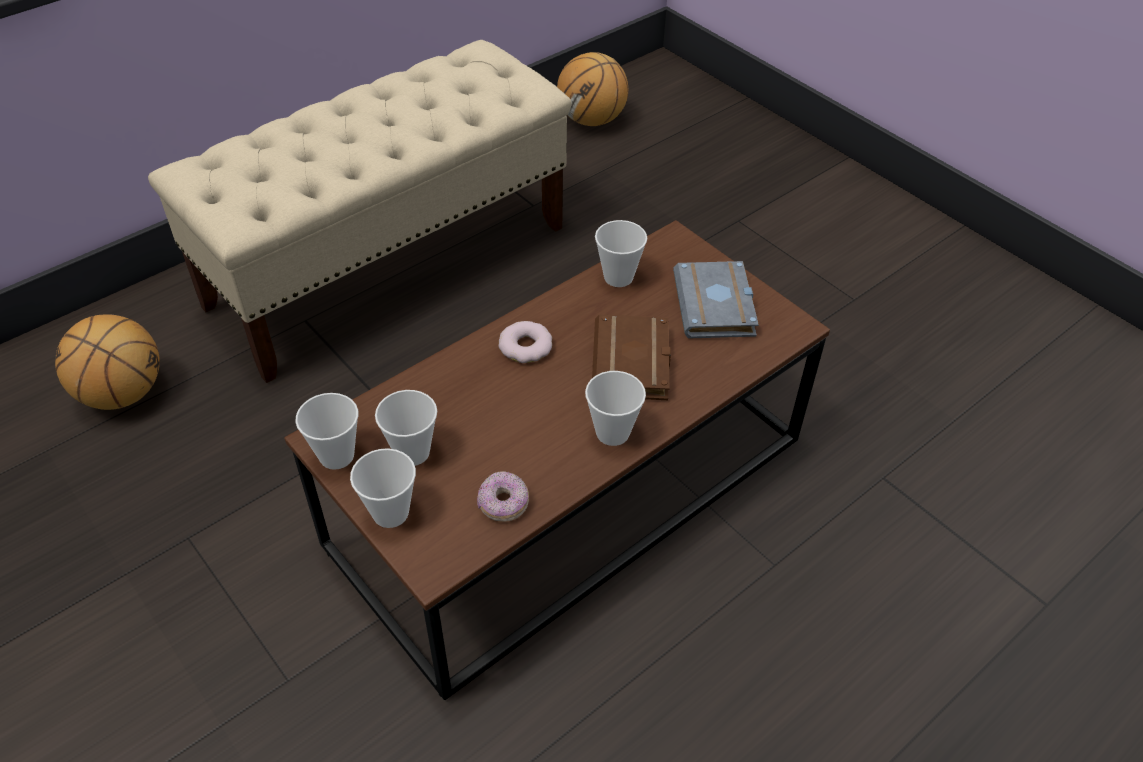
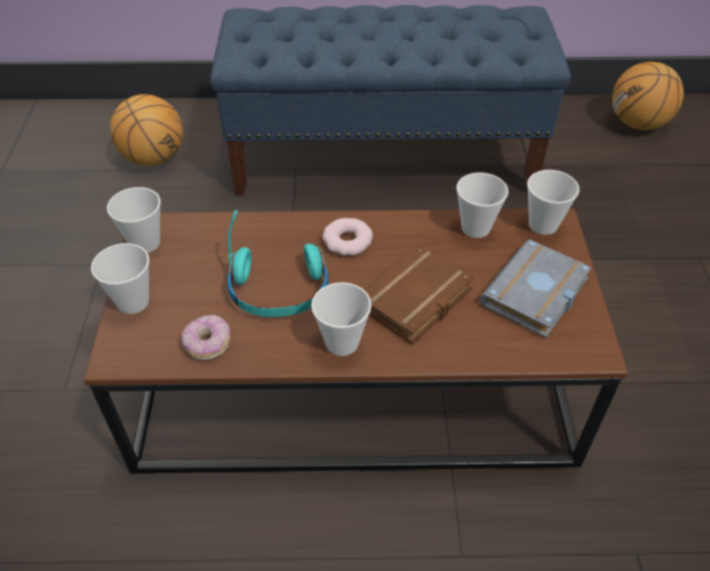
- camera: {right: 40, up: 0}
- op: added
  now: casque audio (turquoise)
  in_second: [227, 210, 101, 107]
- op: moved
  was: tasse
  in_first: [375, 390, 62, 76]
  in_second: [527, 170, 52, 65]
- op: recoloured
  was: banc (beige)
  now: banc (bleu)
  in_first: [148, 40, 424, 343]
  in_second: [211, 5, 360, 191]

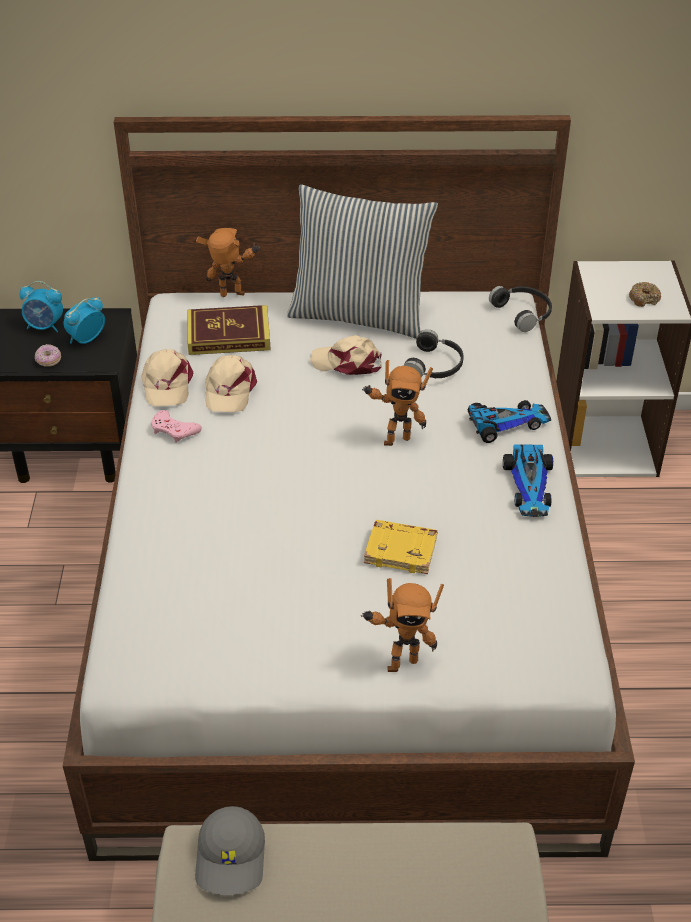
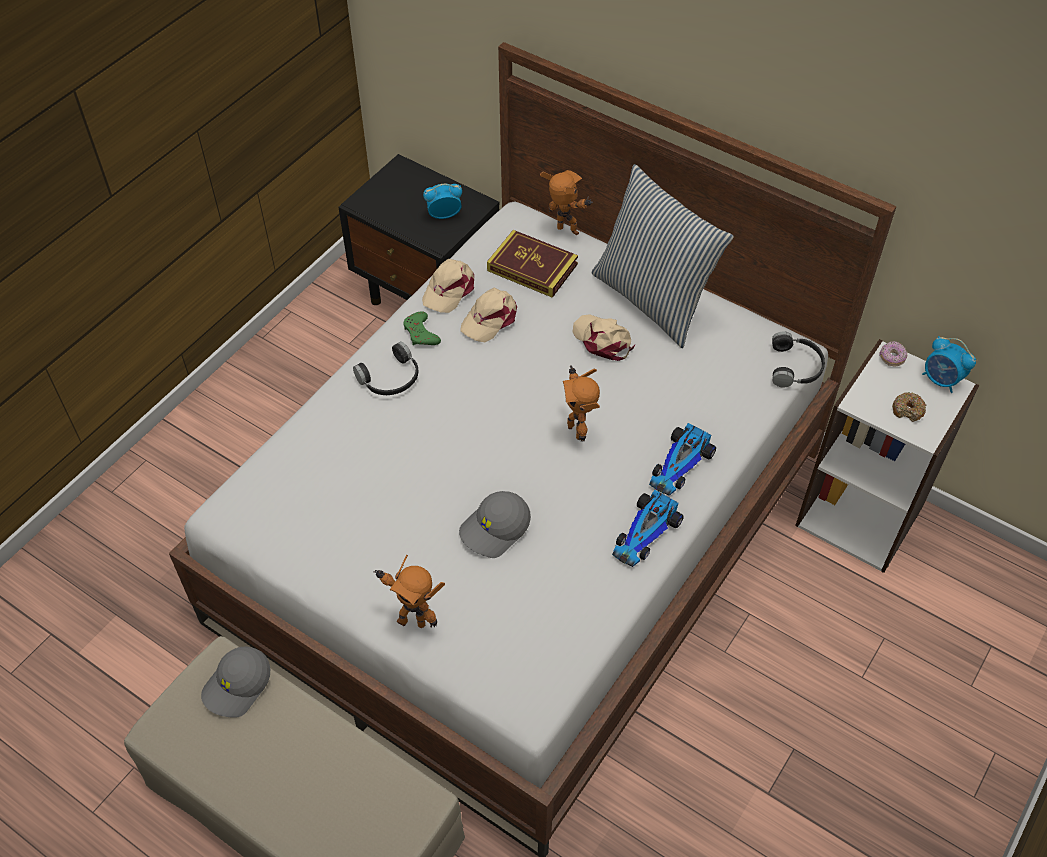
- camera: {right: 35, up: 10}
- op: moved
  was: réveil
  in_first: [20, 281, 43, 51]
  in_second: [922, 336, 54, 57]
- op: moved
  was: beignet
  in_first: [35, 344, 26, 23]
  in_second: [879, 341, 28, 25]
- op: moved
  was: casque audio (noir)
  in_first: [404, 329, 60, 49]
  in_second: [353, 341, 65, 54]
- op: replaced
  was: livre (jaune)
  now: casquette (gris)
  in_first: [364, 520, 74, 54]
  in_second: [459, 491, 72, 67]
- op: recoloured
  was: manette (rose)
  now: manette (vert)
  in_first: [151, 410, 51, 33]
  in_second: [403, 311, 38, 34]
- op: turned
  was: robot jouet
  in_first: [362, 360, 71, 86]
  in_second: [563, 365, 37, 77]
  clockwise: 45
- op: turned
  was: petite voiture
  in_first: [468, 400, 83, 43]
  in_second: [649, 423, 67, 72]
  clockwise: 105

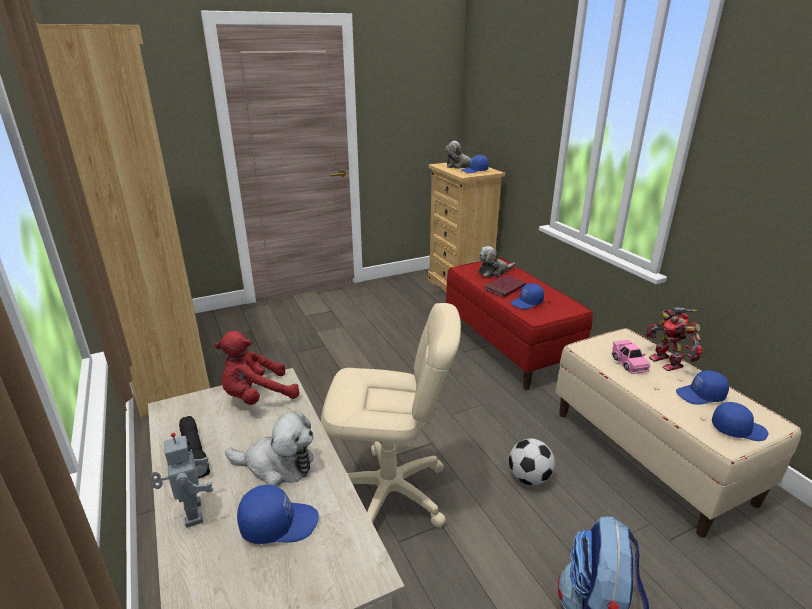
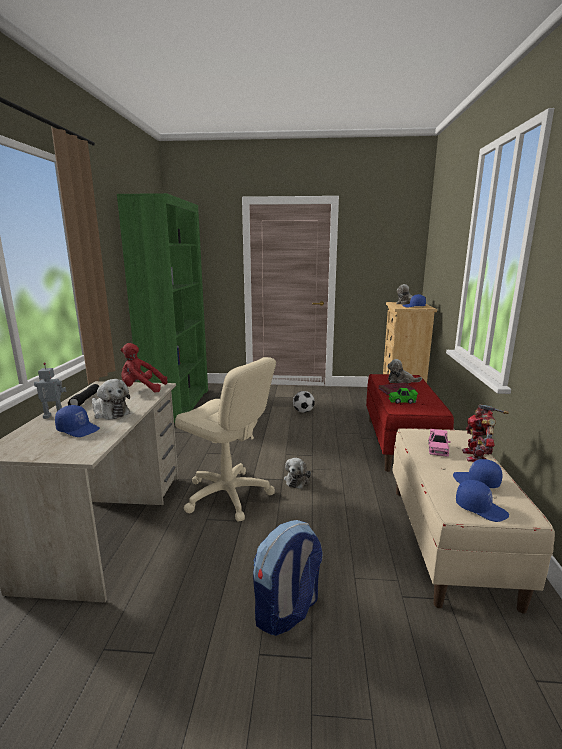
- camera: {right: 30, up: -10}
- op: added
  now: peluche
  in_second: [284, 458, 27, 31]
- op: moved
  was: ballon de foot
  in_first: [509, 438, 46, 47]
  in_second: [293, 391, 22, 22]
- op: replaced
  was: casquette (bleu)
  now: petite voiture (vert)
  in_first: [511, 283, 33, 26]
  in_second: [389, 388, 29, 16]
- op: recoloured
  was: bibliothèque (marron)
  now: bibliothèque (vert)
  in_first: [36, 24, 174, 393]
  in_second: [117, 193, 91, 230]
- op: turned
  was: robot jouet
  in_first: [150, 433, 64, 95]
  in_second: [34, 363, 32, 56]
  clockwise: -105

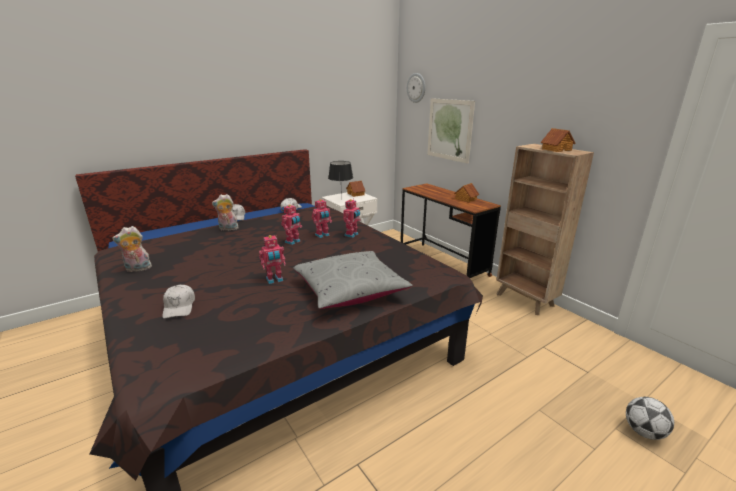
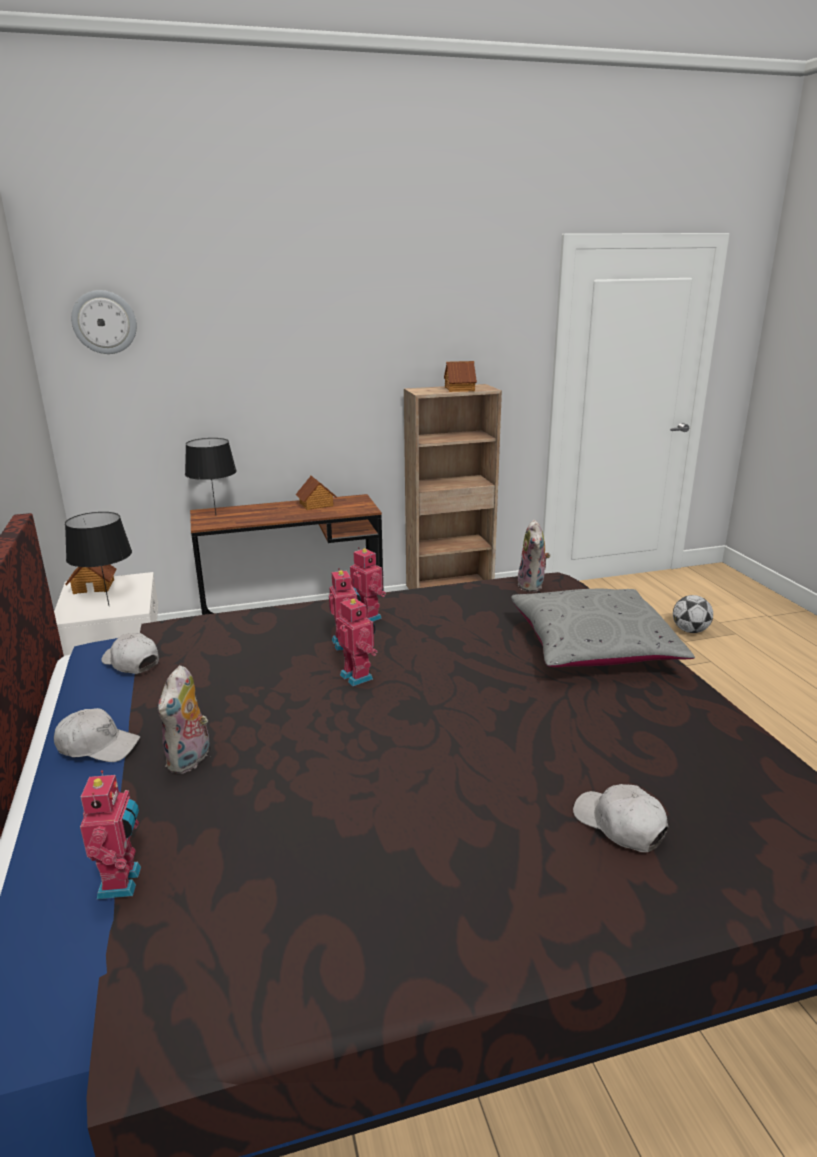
- camera: {right: -70, up: 0}
- op: removed
  was: tableau
  in_first: [427, 98, 48, 66]
- op: added
  now: lampe de table (noir)
  in_second: [185, 438, 52, 76]
- op: moved
  was: peluche
  in_first: [112, 226, 40, 46]
  in_second: [518, 519, 32, 73]
- op: moved
  was: robot jouet
  in_first: [259, 235, 27, 49]
  in_second: [80, 770, 61, 129]
- op: turned
  was: casquette (blanc)
  in_first: [162, 285, 33, 34]
  in_second: [573, 784, 96, 68]
  clockwise: -135

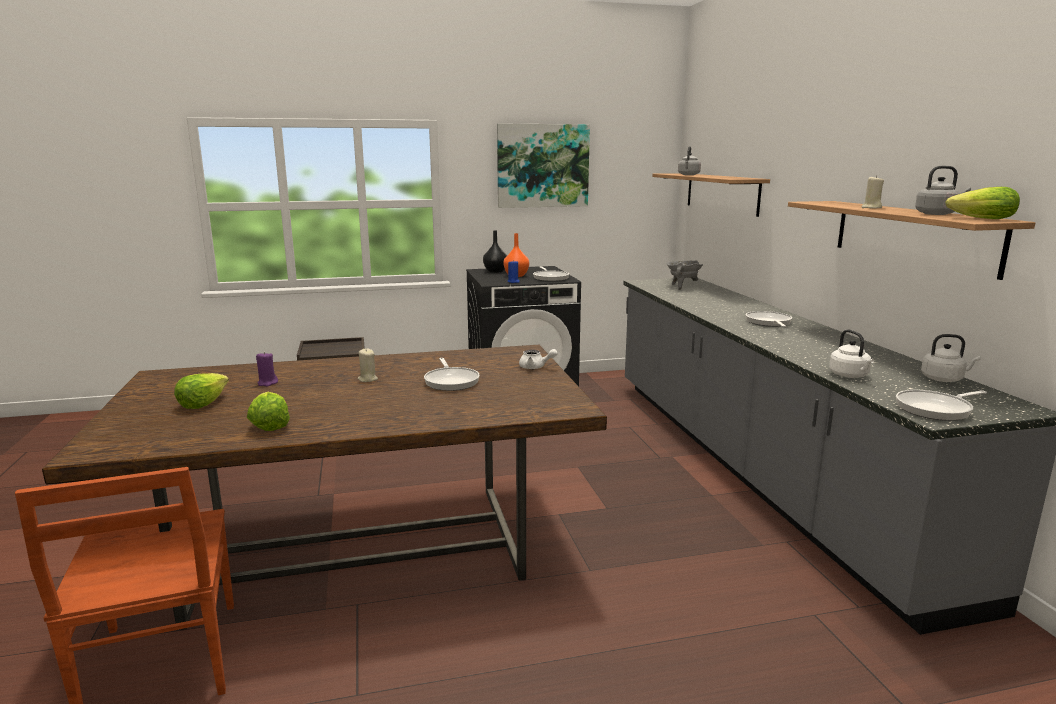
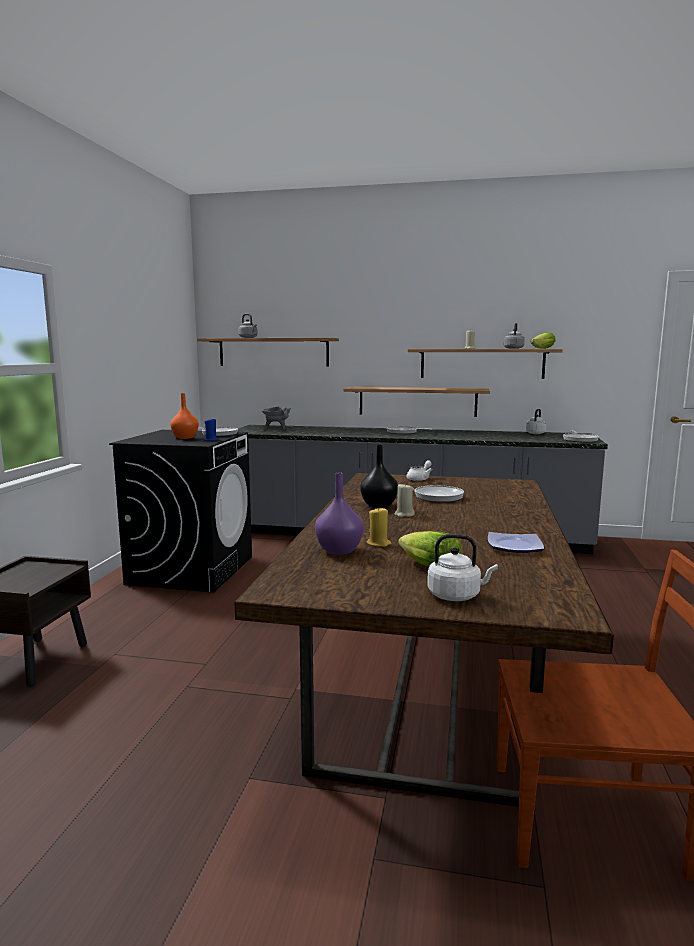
- camera: {right: -65, up: -5}
- op: removed
  was: tableau
  in_first: [497, 123, 93, 85]
- op: added
  now: vase (violet)
  in_second: [315, 473, 49, 82]
- op: added
  now: étagère
  in_second: [343, 387, 147, 30]
- op: moved
  was: vase (noir)
  in_first: [483, 230, 24, 43]
  in_second: [360, 445, 38, 63]
- op: moved
  was: bouilloire (blanc)
  in_first: [829, 329, 45, 49]
  in_second: [427, 534, 71, 67]
- op: replaced
  was: laitue
  now: assiette
  in_first: [247, 392, 43, 39]
  in_second: [488, 532, 56, 21]
- op: recoloured
  was: bougie (violet)
  now: bougie (jaune)
  in_first: [256, 352, 22, 34]
  in_second: [367, 508, 24, 39]

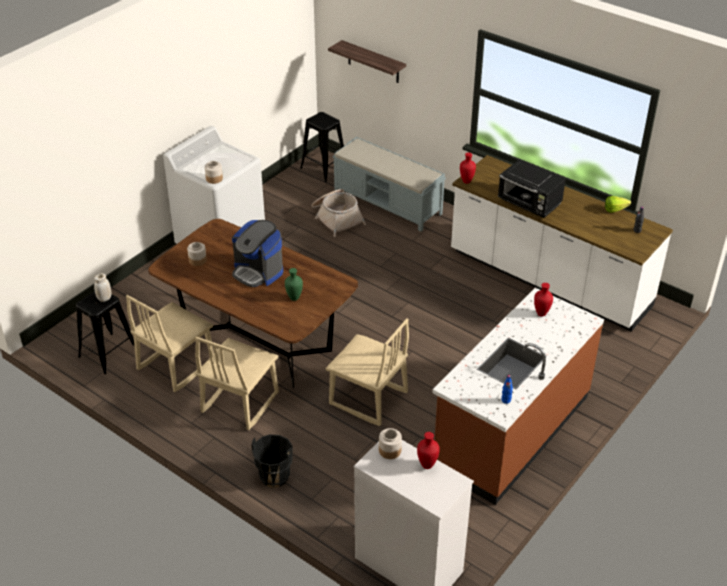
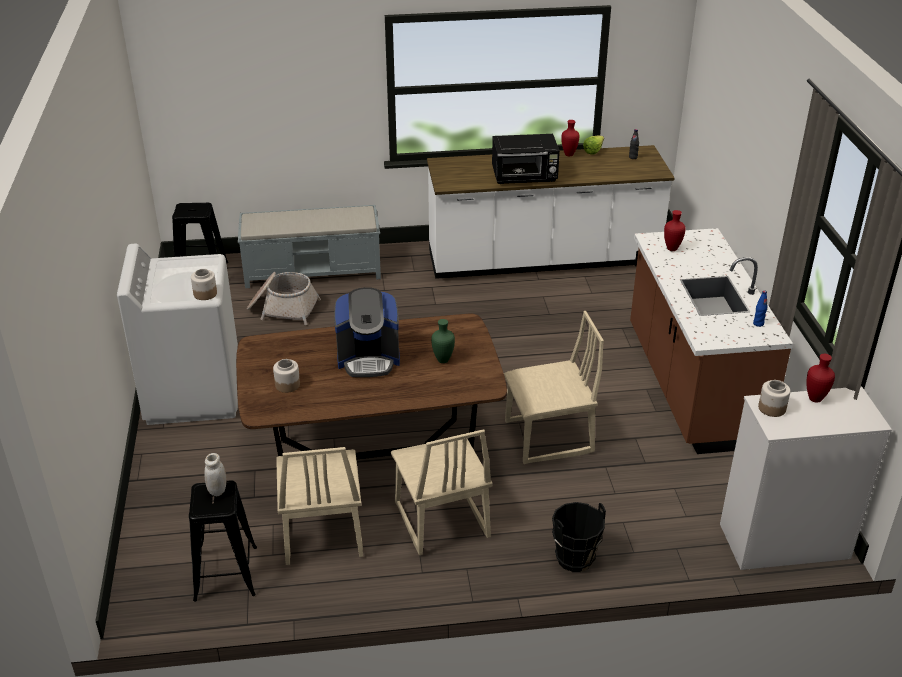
- camera: {right: -45, up: -5}
- op: removed
  was: étagère
  in_first: [328, 40, 78, 43]
- op: moved
  was: vase (rouge)
  in_first: [460, 153, 16, 31]
  in_second: [561, 120, 18, 36]

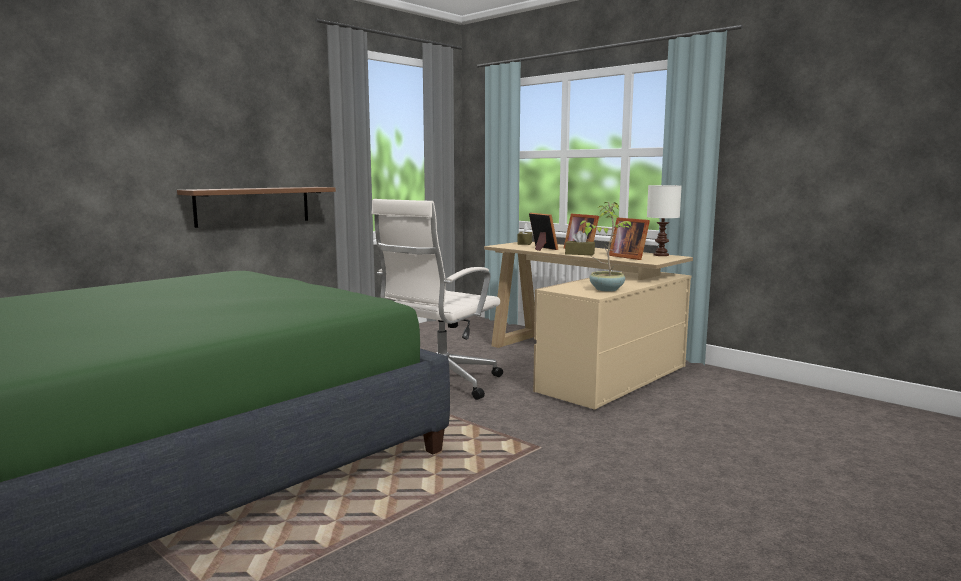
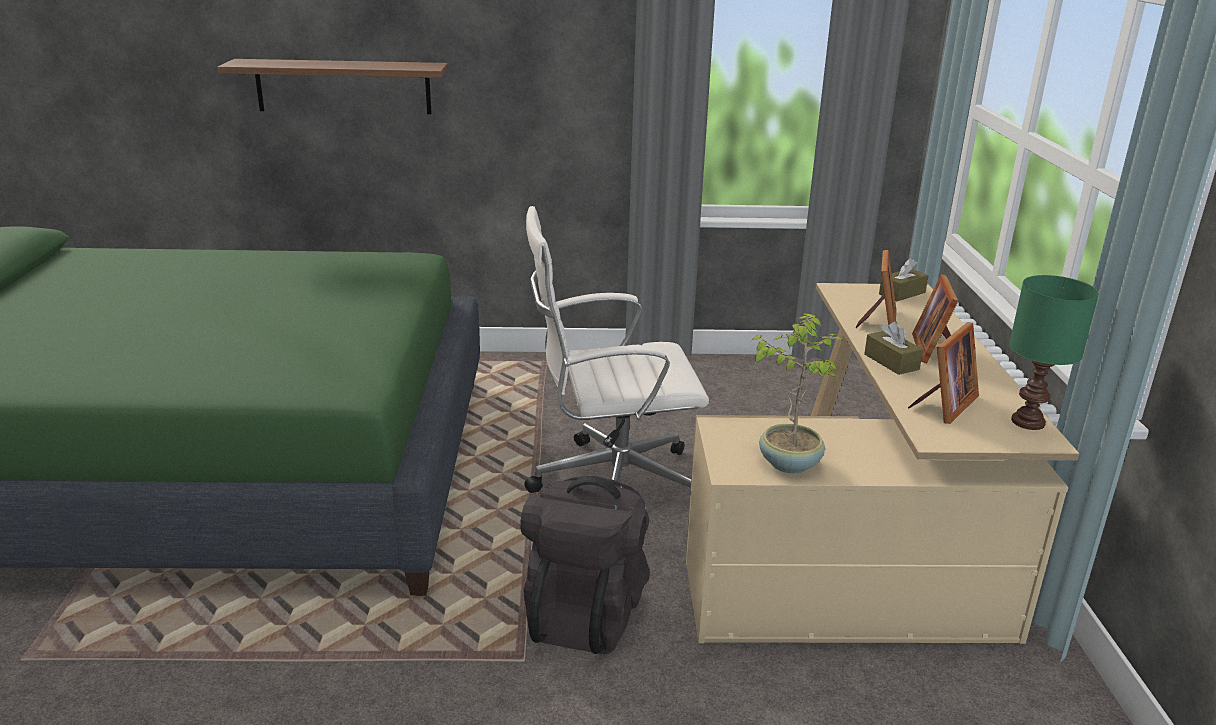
- camera: {right: 45, up: 15}
- op: added
  now: sac à dos (noir)
  in_second: [520, 476, 130, 178]
- op: moved
  was: étagère
  in_first: [177, 187, 159, 41]
  in_second: [217, 59, 231, 55]
- op: recoloured
  was: lampe de table (blanc)
  now: lampe de table (vert)
  in_first: [647, 185, 35, 71]
  in_second: [1009, 275, 90, 155]
- op: turned
  was: cadre photo
  in_first: [609, 217, 41, 43]
  in_second: [908, 323, 71, 101]
  clockwise: -150

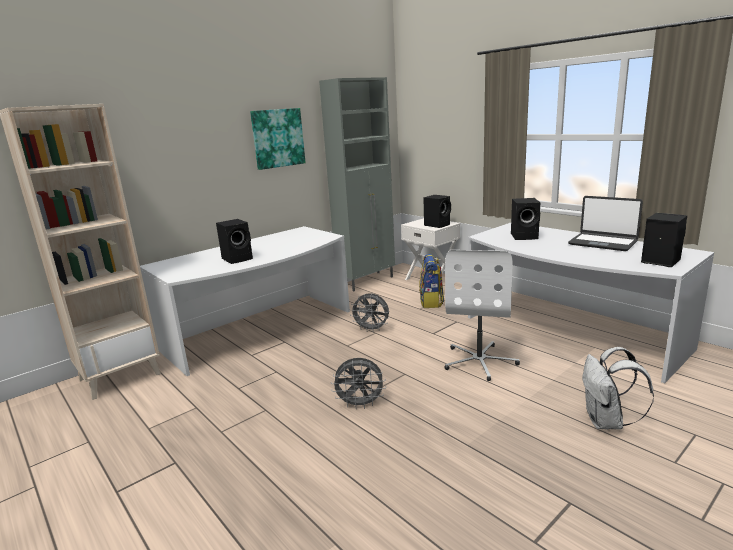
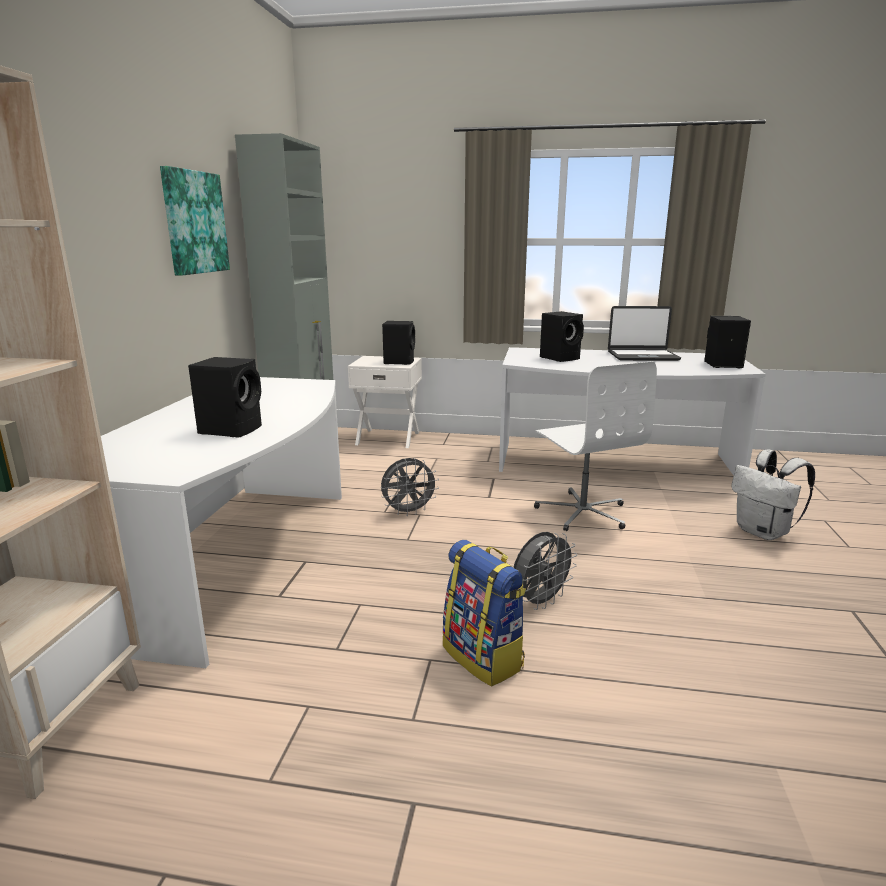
- camera: {right: -40, up: 0}
- op: moved
  was: sac à dos
  in_first: [419, 254, 25, 54]
  in_second: [443, 540, 83, 147]

